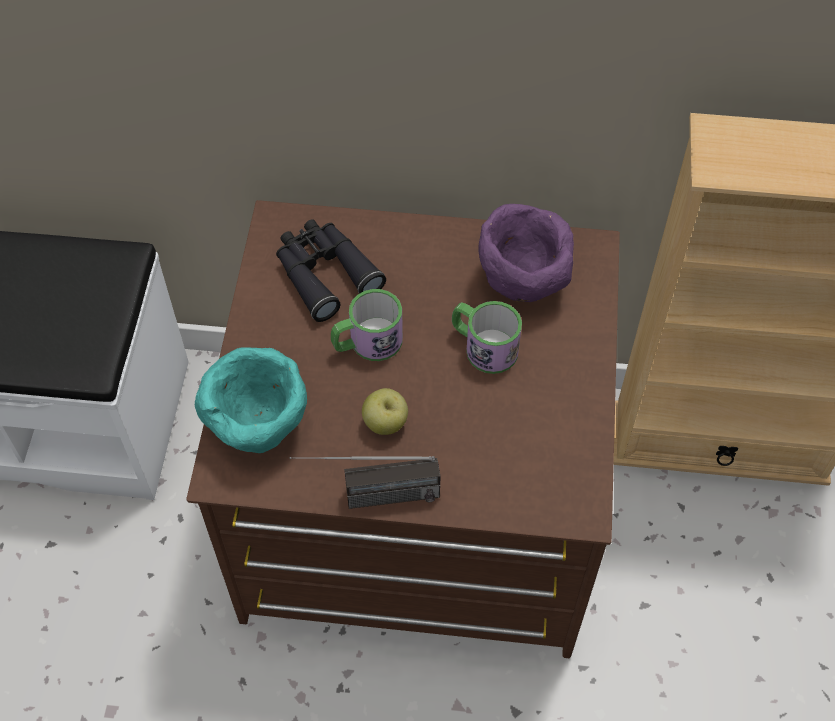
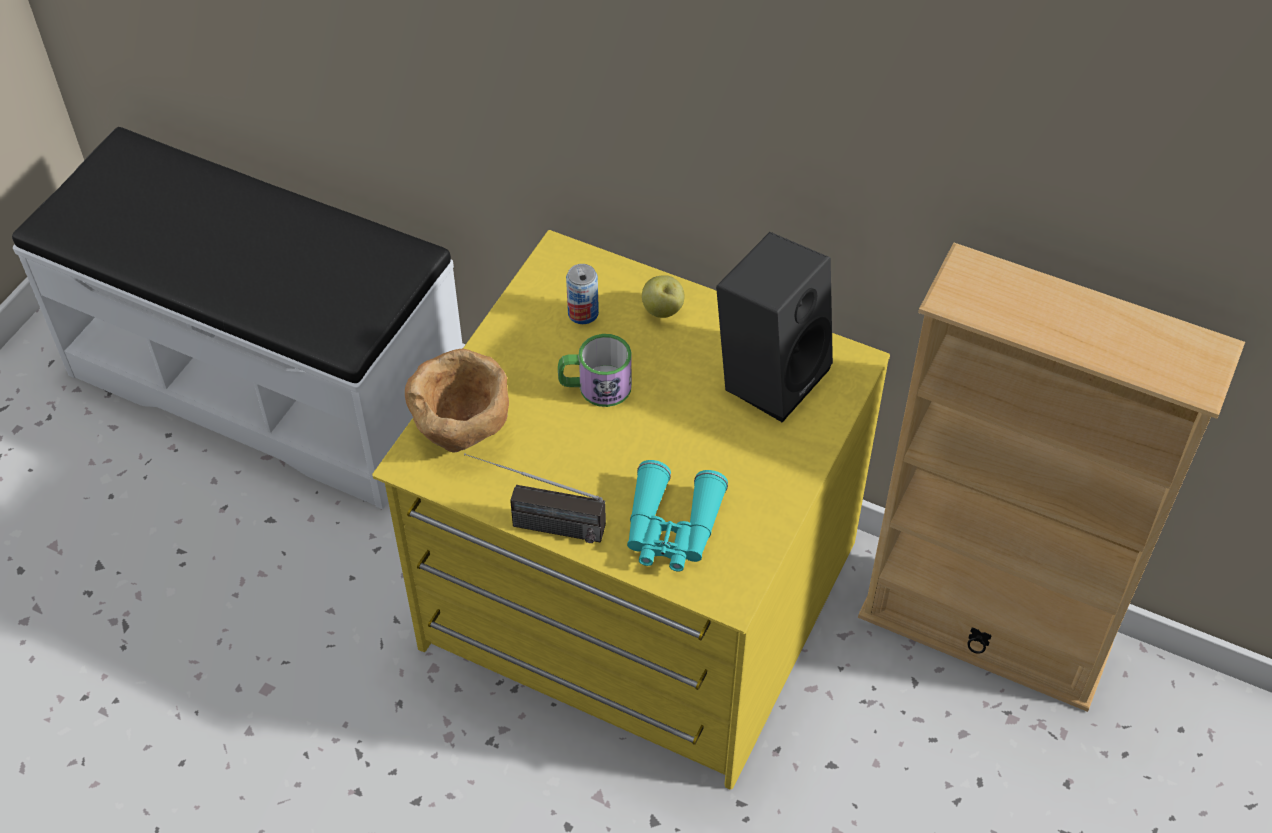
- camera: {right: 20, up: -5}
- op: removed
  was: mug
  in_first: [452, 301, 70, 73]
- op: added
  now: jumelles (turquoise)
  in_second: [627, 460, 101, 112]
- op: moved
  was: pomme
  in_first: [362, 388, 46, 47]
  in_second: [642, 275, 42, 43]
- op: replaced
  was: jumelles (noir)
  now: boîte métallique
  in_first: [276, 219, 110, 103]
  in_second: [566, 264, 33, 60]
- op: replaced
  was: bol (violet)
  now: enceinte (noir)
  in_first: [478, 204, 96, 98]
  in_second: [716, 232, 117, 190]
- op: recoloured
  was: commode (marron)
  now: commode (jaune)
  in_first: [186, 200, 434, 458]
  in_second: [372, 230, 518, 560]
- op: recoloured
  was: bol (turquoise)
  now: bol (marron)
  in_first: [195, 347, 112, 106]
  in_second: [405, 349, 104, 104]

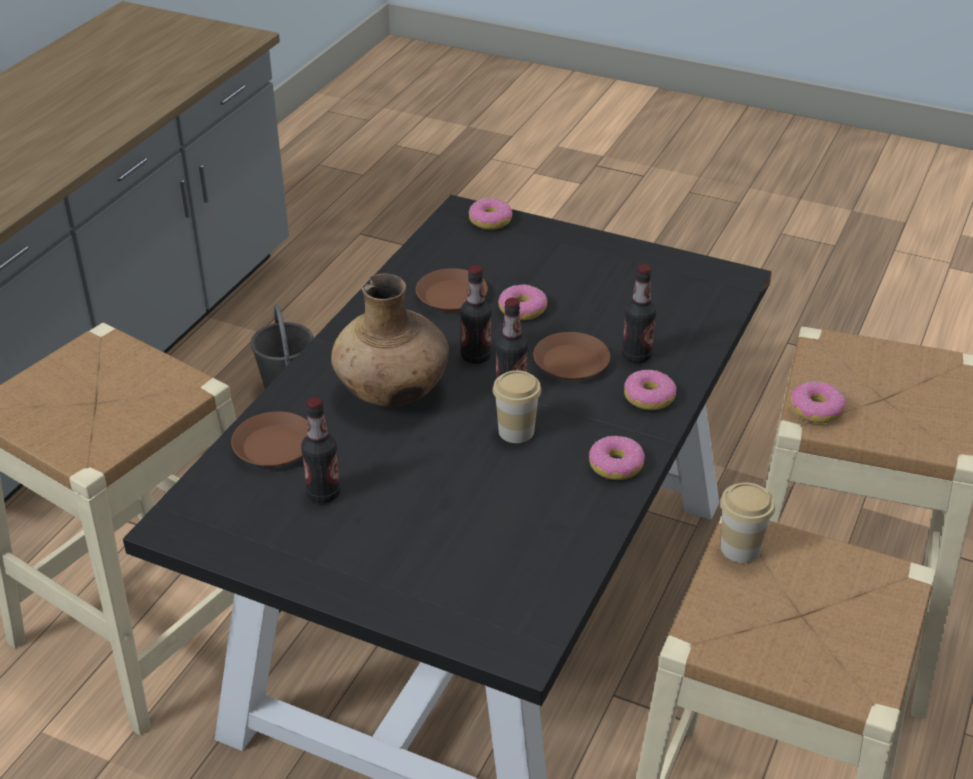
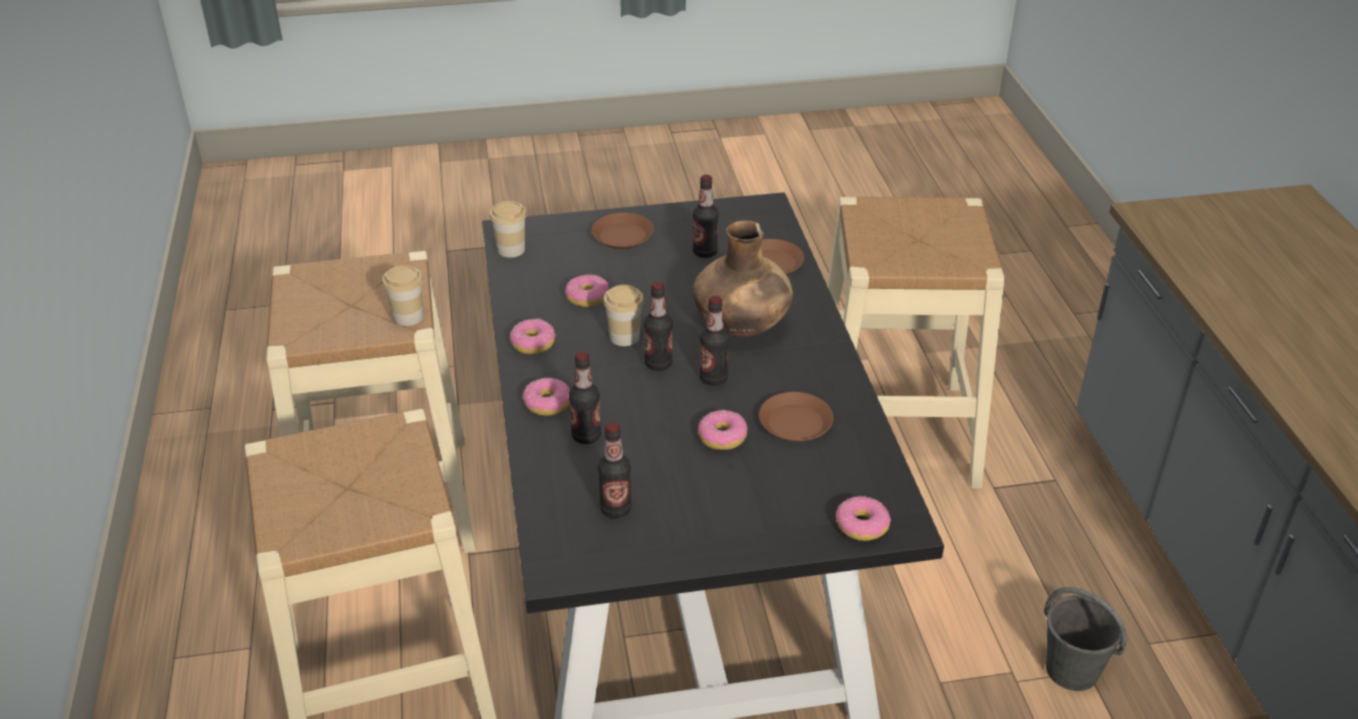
- camera: {right: 145, up: 0}
- op: added
  now: tasse
  in_second: [489, 201, 38, 57]
- op: added
  now: bouteille
  in_second: [598, 422, 34, 96]
- op: moved
  was: assiette (marron)
  in_first: [533, 332, 77, 48]
  in_second: [592, 213, 62, 36]
- op: moved
  was: beignet
  in_first: [790, 381, 56, 42]
  in_second: [565, 275, 44, 32]

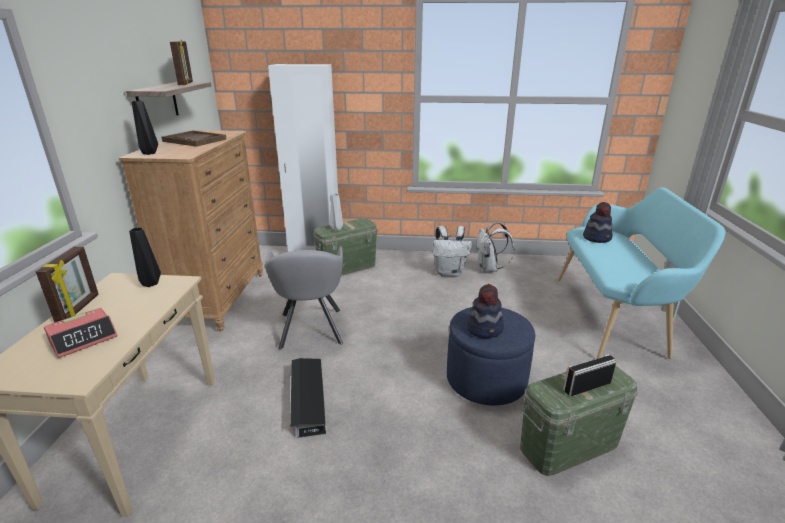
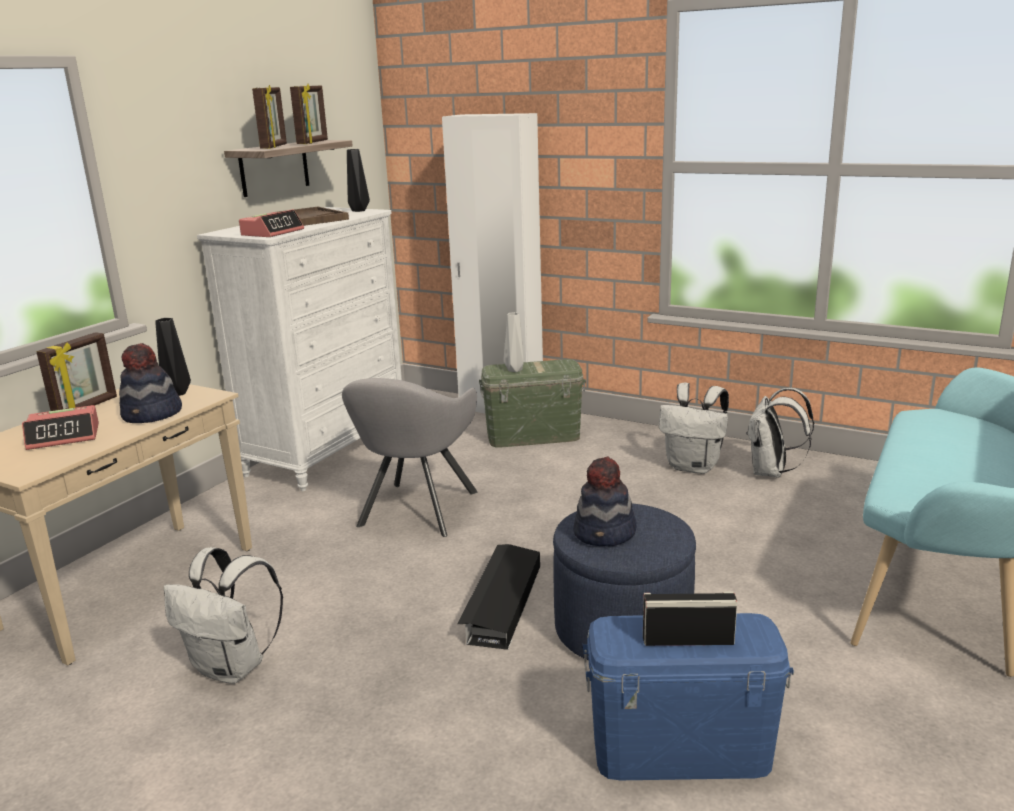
- camera: {right: 25, up: -5}
- op: added
  now: sac à dos (blanc)
  in_second: [164, 547, 119, 137]
- op: added
  now: réveil
  in_second: [239, 209, 65, 28]
- op: added
  now: cadre photo
  in_second: [252, 85, 35, 64]
- op: moved
  was: vase (noir)
  in_first: [131, 100, 27, 55]
  in_second: [347, 149, 23, 63]
- op: moved
  was: boîte de rangement (noir)
  in_first: [290, 358, 37, 80]
  in_second: [458, 544, 82, 106]
- op: moved
  was: chapeau
  in_first: [583, 202, 30, 41]
  in_second: [119, 343, 63, 80]
- op: recoloured
  was: commode (marron)
  now: commode (blanc)
  in_first: [119, 130, 144, 202]
  in_second: [197, 207, 205, 284]
- op: recoloured
  was: boîte de rangement (vert)
  now: boîte de rangement (bleu)
  in_first: [520, 365, 118, 111]
  in_second: [583, 613, 211, 167]

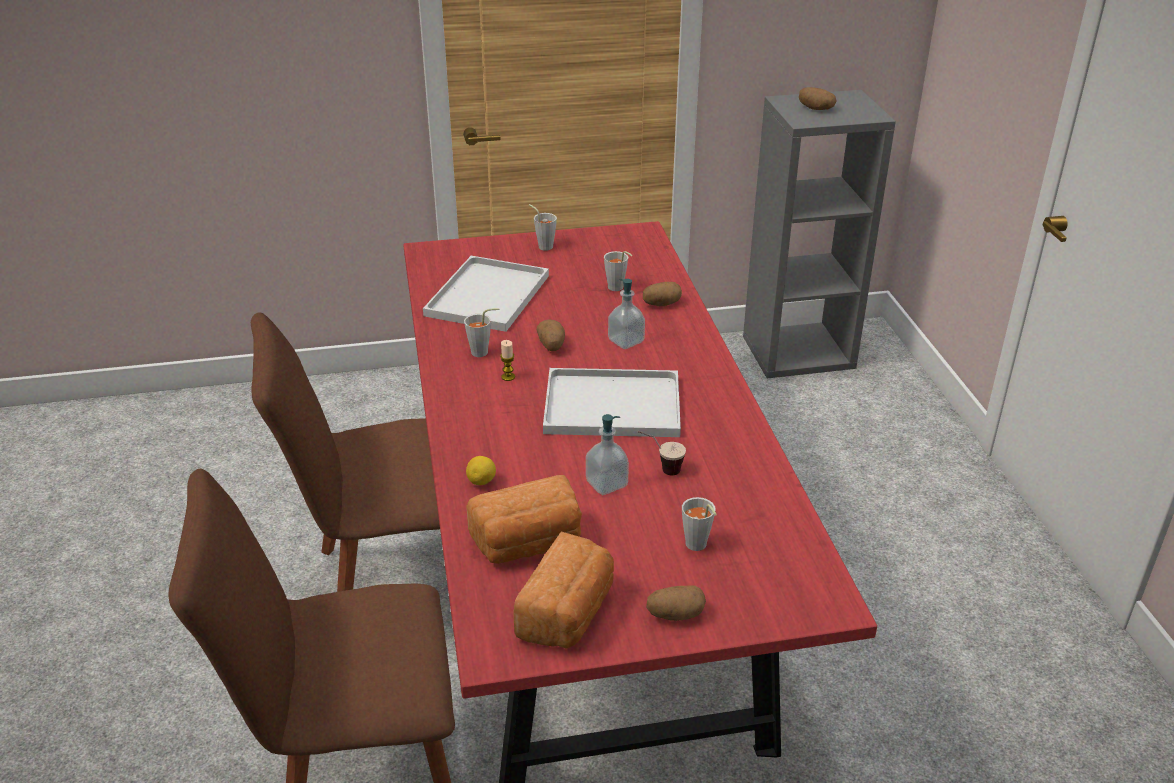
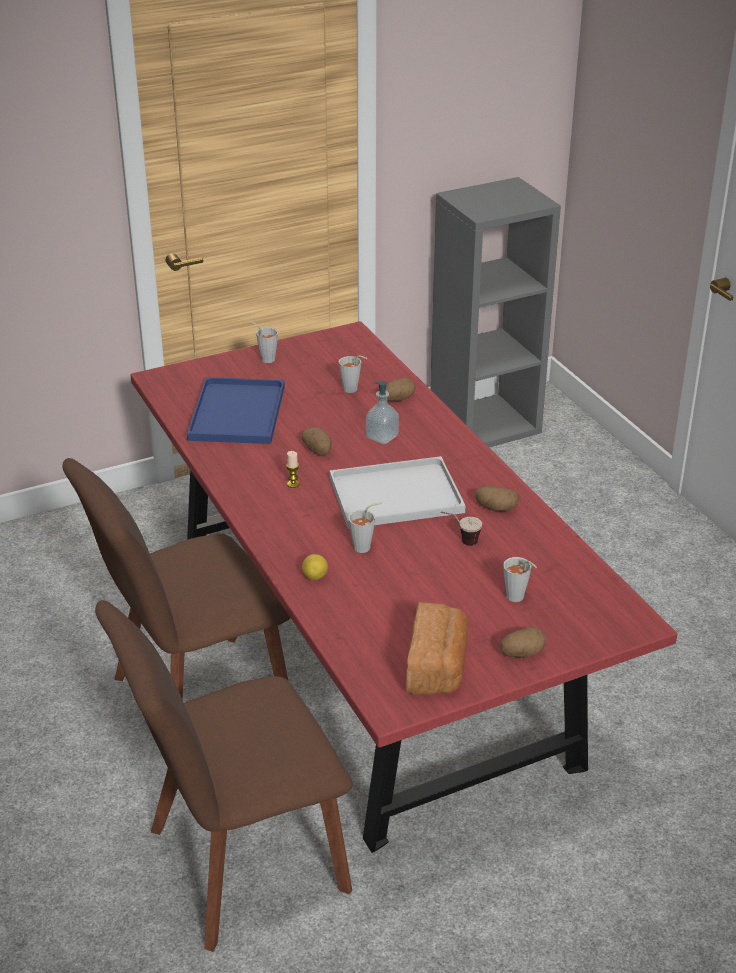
- camera: {right: -15, up: 0}
- op: removed
  was: pain
  in_first: [466, 475, 116, 89]
- op: removed
  was: distributeur de savon
  in_first: [586, 414, 43, 81]
- op: moved
  was: tasse (gris)
  in_first: [464, 308, 36, 49]
  in_second: [348, 502, 34, 51]
- op: moved
  was: pomme de terre
  in_first: [799, 87, 38, 23]
  in_second: [475, 486, 44, 26]
- op: recoloured
  was: plateau (blanc)
  now: plateau (bleu)
  in_first: [423, 256, 126, 76]
  in_second: [187, 377, 98, 67]

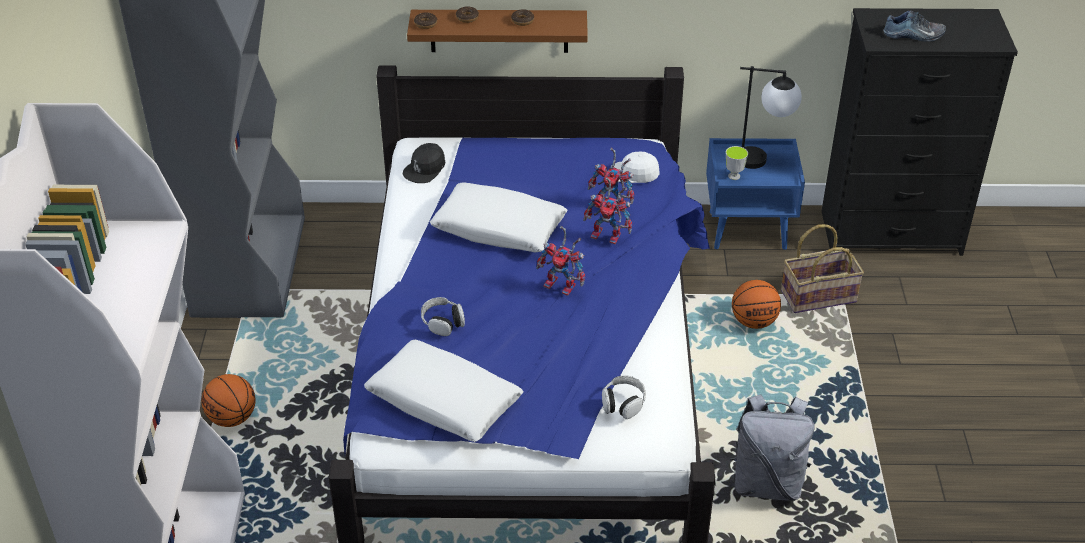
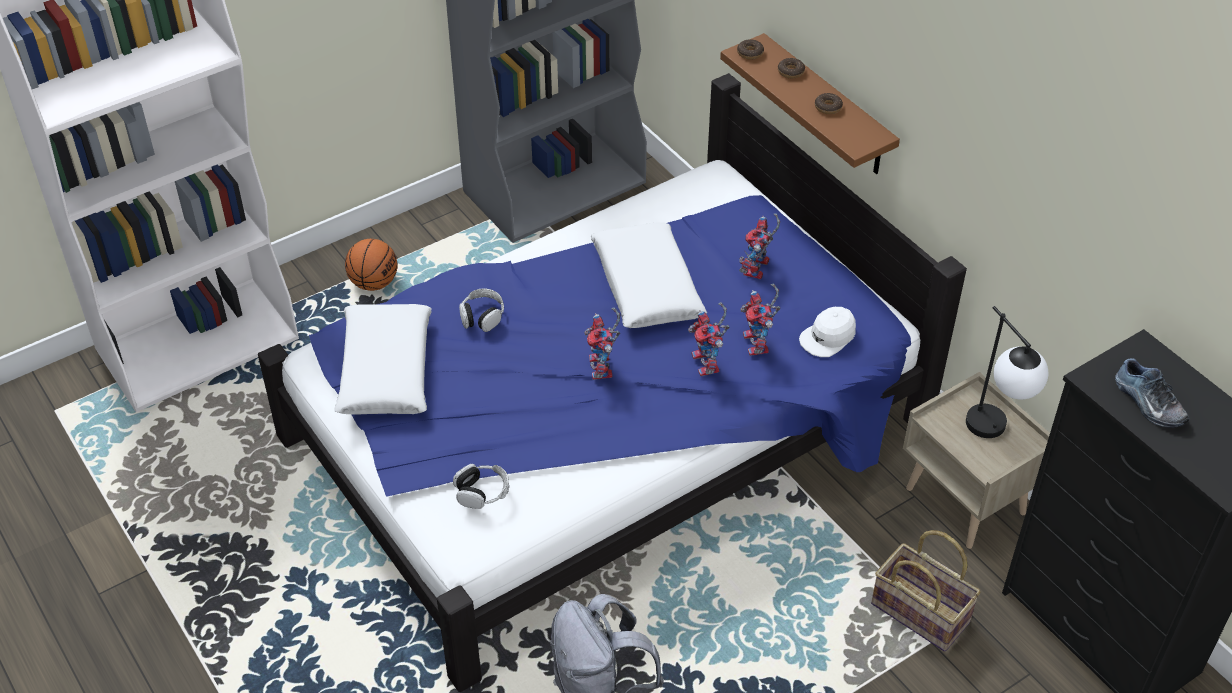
- camera: {right: 55, up: 5}
- op: removed
  was: casquette (noir)
  in_first: [402, 143, 43, 40]
- op: removed
  was: tasse
  in_first: [726, 146, 22, 34]
- op: removed
  was: ballon de basket
  in_first: [732, 280, 49, 49]
- op: added
  now: robot jouet
  in_second: [739, 213, 41, 66]
- op: recoloured
  was: table de chevet (bleu)
  now: table de chevet (beige)
  in_first: [706, 138, 99, 112]
  in_second: [903, 372, 147, 177]
- op: turned
  was: casquette (blanc)
  in_first: [611, 152, 49, 31]
  in_second: [799, 307, 57, 50]
  clockwise: -105

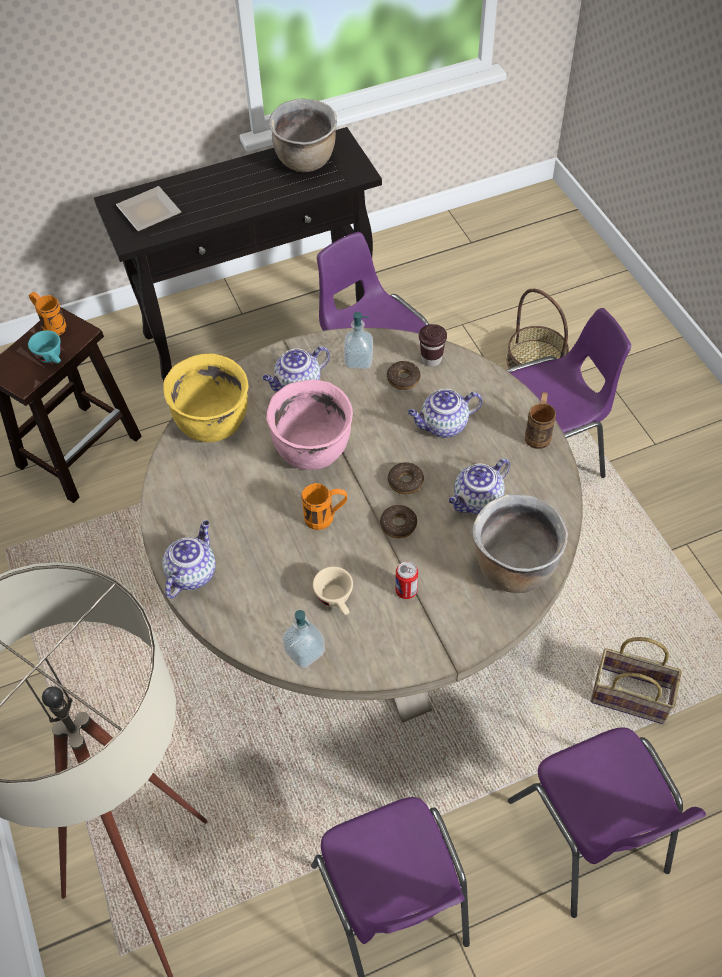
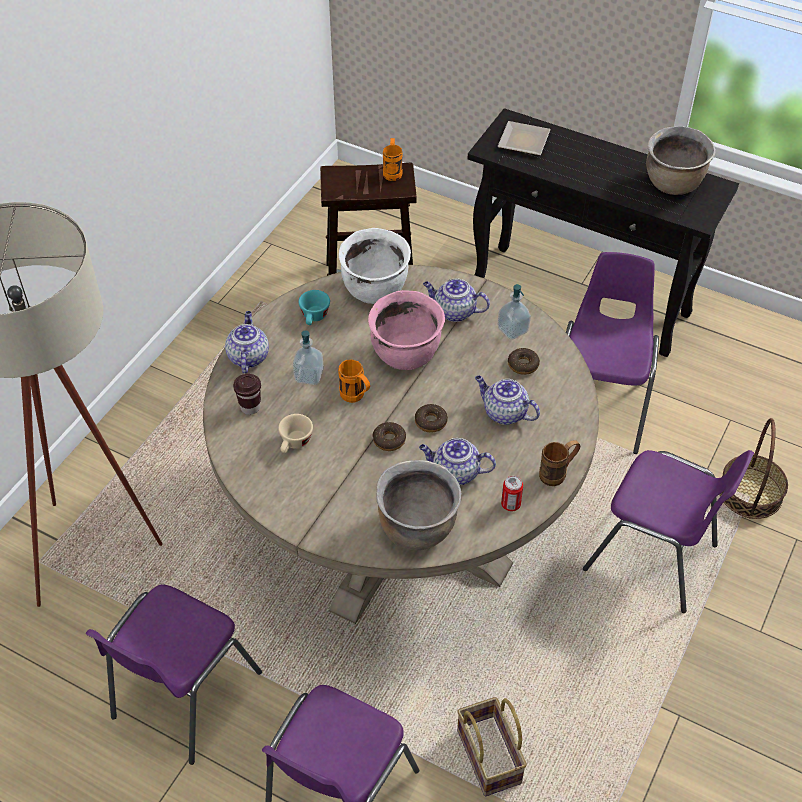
- camera: {right: 50, up: -5}
- op: moved
  was: tasse (turquoise)
  in_first: [28, 330, 33, 33]
  in_second: [298, 290, 32, 35]
- op: moved
  was: distributeur de savon
  in_first: [282, 610, 43, 58]
  in_second: [293, 331, 31, 54]
- op: moved
  was: boîte métallique
  in_first: [395, 562, 23, 37]
  in_second: [501, 476, 22, 35]
- op: moved
  was: tasse (marron)
  in_first: [419, 324, 28, 43]
  in_second: [233, 374, 28, 41]
- op: recoloured
  was: marmite (jaune)
  now: marmite (blanc)
  in_first: [163, 353, 86, 89]
  in_second: [339, 228, 72, 76]
- op: turned
  was: théière
  in_first: [162, 520, 54, 79]
  in_second: [225, 311, 44, 63]
  clockwise: -75

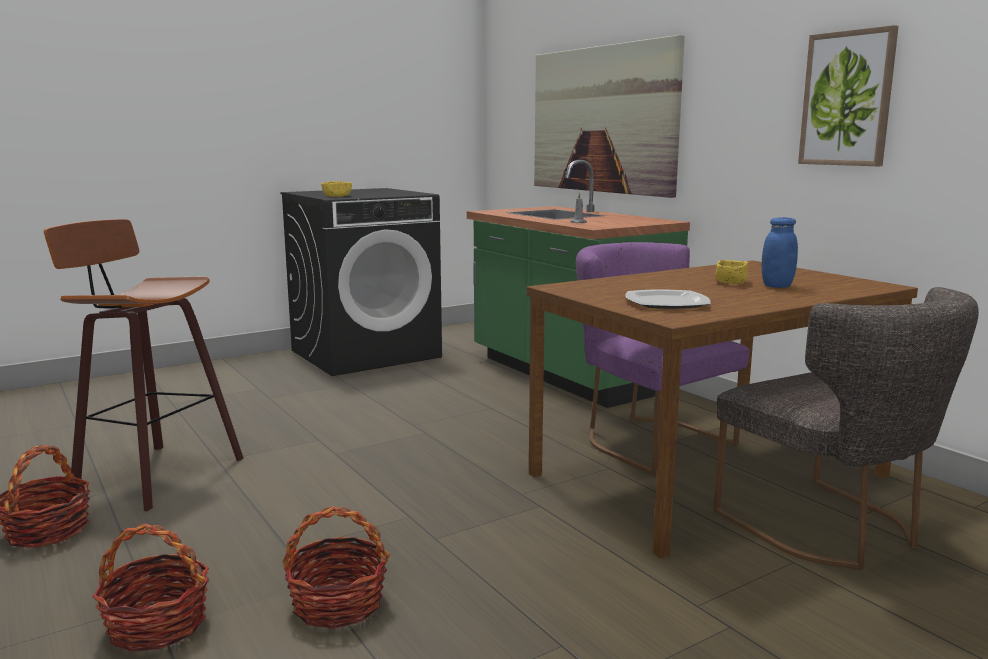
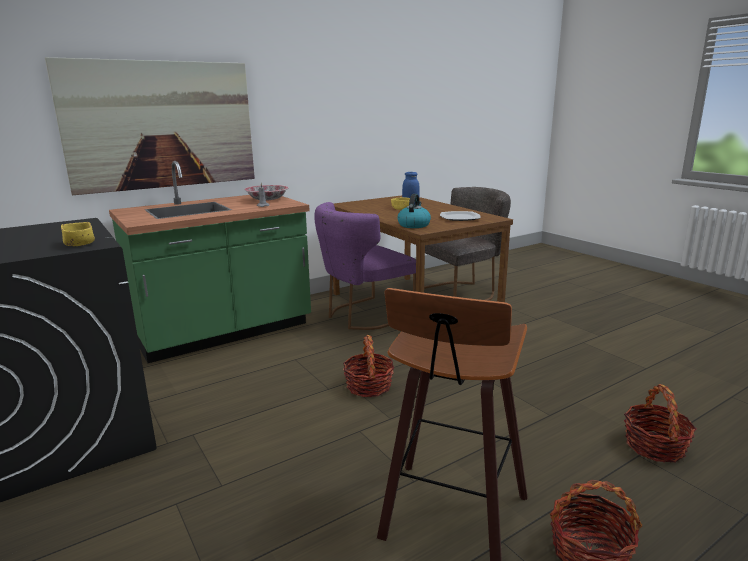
- camera: {right: -90, up: 5}
- op: removed
  was: tableau
  in_first: [798, 25, 101, 141]
- op: added
  now: bol
  in_second: [244, 185, 44, 16]
- op: added
  now: bouilloire
  in_second: [397, 194, 34, 34]
- op: moved
  was: panier
  in_first: [282, 507, 108, 122]
  in_second: [343, 335, 51, 62]

